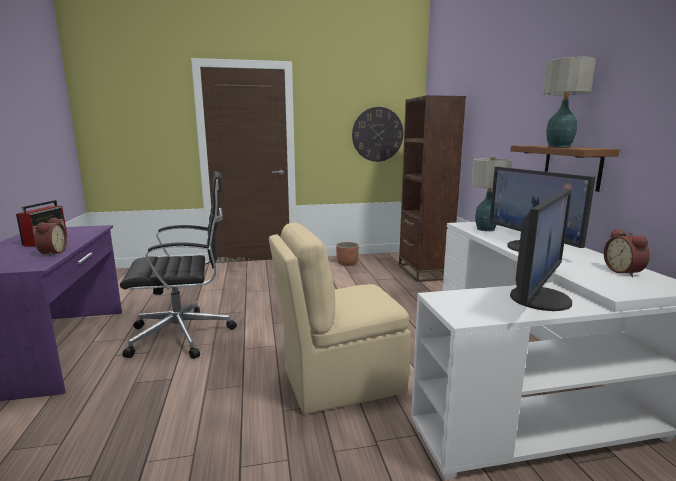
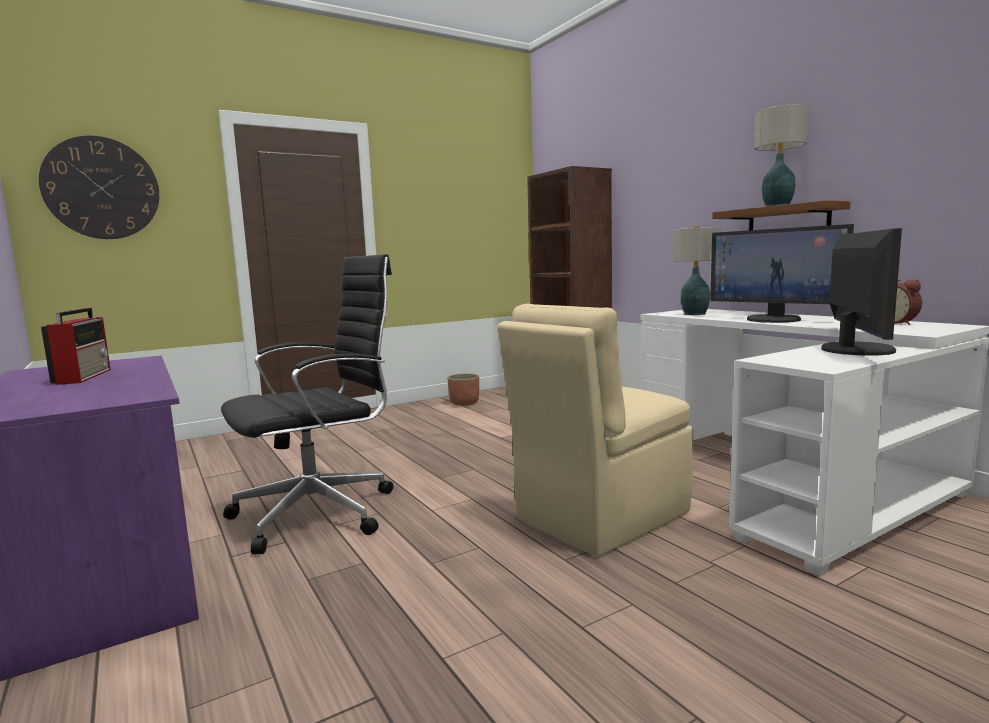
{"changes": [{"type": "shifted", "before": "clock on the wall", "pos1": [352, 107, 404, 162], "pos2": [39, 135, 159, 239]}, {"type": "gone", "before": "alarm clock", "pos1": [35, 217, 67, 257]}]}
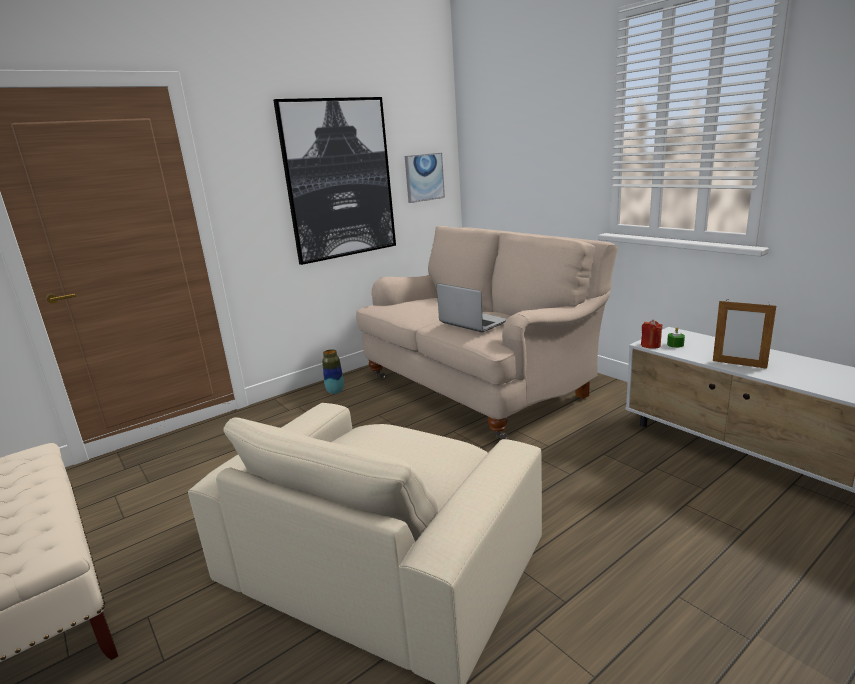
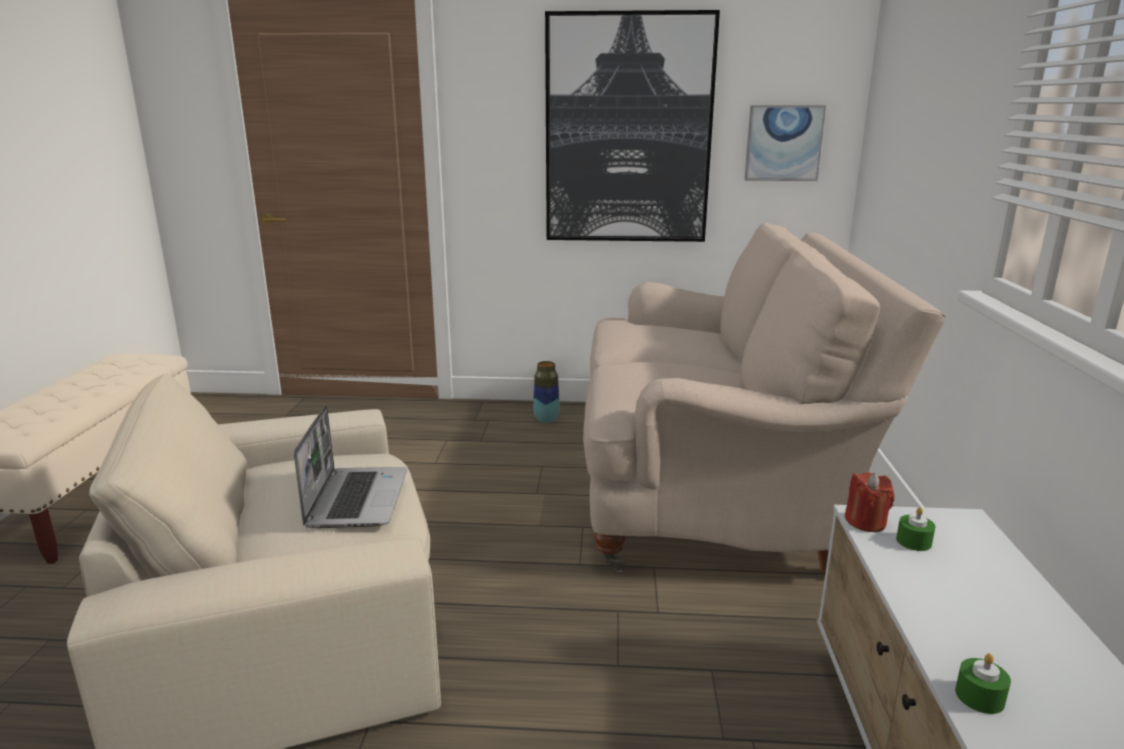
{"changes": [{"type": "shifted", "before": "laptop", "pos1": [437, 283, 507, 332], "pos2": [294, 404, 407, 528]}, {"type": "gone", "before": "picture frame", "pos1": [713, 299, 776, 369]}, {"type": "new", "after": "wax light in green-coloured", "pos2": [955, 653, 1011, 714]}]}
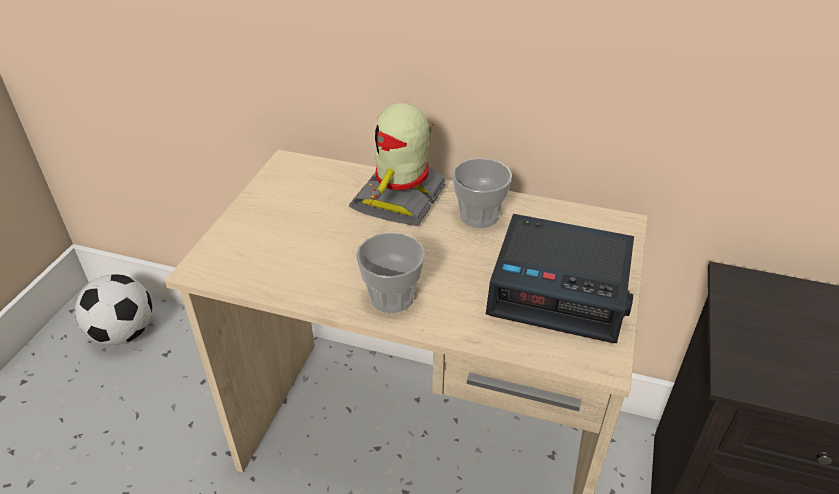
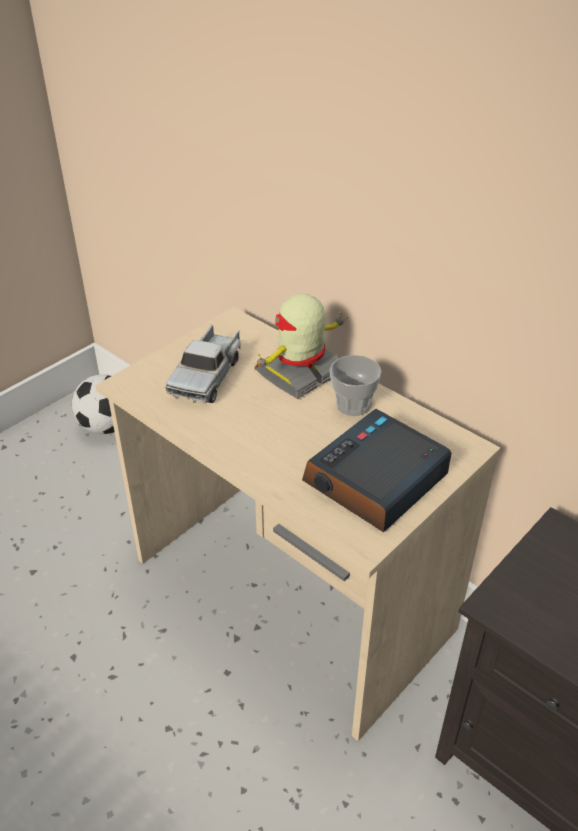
{"changes": [{"type": "rotated", "before": "alarm clock", "pos1": [486, 214, 634, 343], "pos2": [302, 409, 452, 532], "turn": 90}, {"type": "gone", "before": "cup", "pos1": [356, 232, 425, 313]}, {"type": "new", "after": "toy lorry", "pos2": [165, 325, 240, 403]}]}
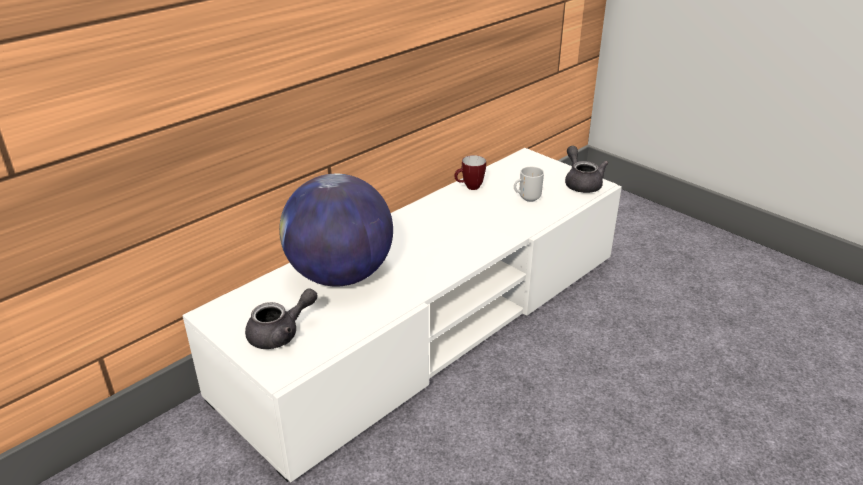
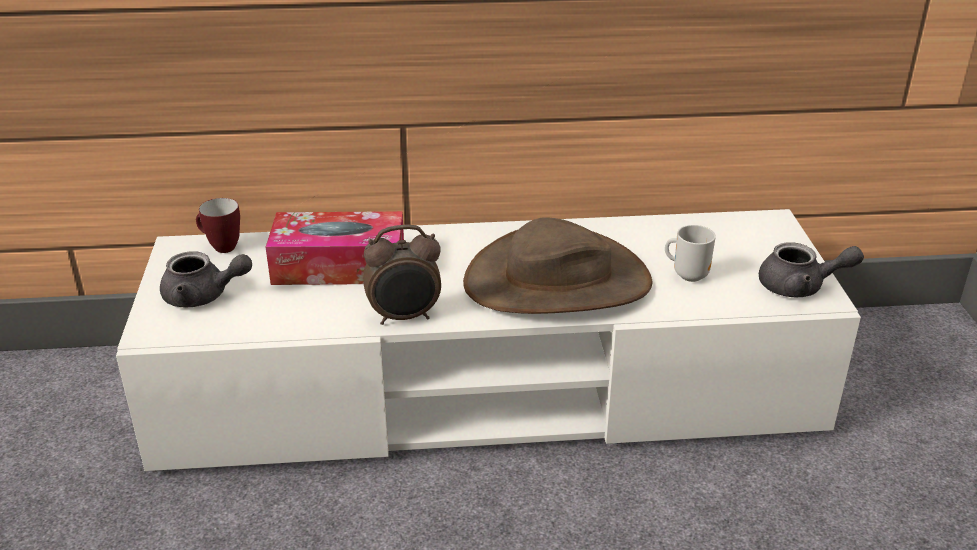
{"changes": [{"type": "rotated", "before": "pot for tea in gray", "pos1": [565, 146, 608, 193], "pos2": [759, 242, 864, 297], "turn": 75}, {"type": "shifted", "before": "mug", "pos1": [454, 155, 486, 190], "pos2": [196, 198, 240, 253]}, {"type": "swapped", "before": "globe", "after": "tissue holder", "pos1": [279, 174, 393, 287], "pos2": [266, 211, 404, 285]}, {"type": "new", "after": "wearable hat in brown", "pos2": [463, 217, 652, 314]}, {"type": "new", "after": "alarm clock", "pos2": [363, 224, 441, 325]}]}
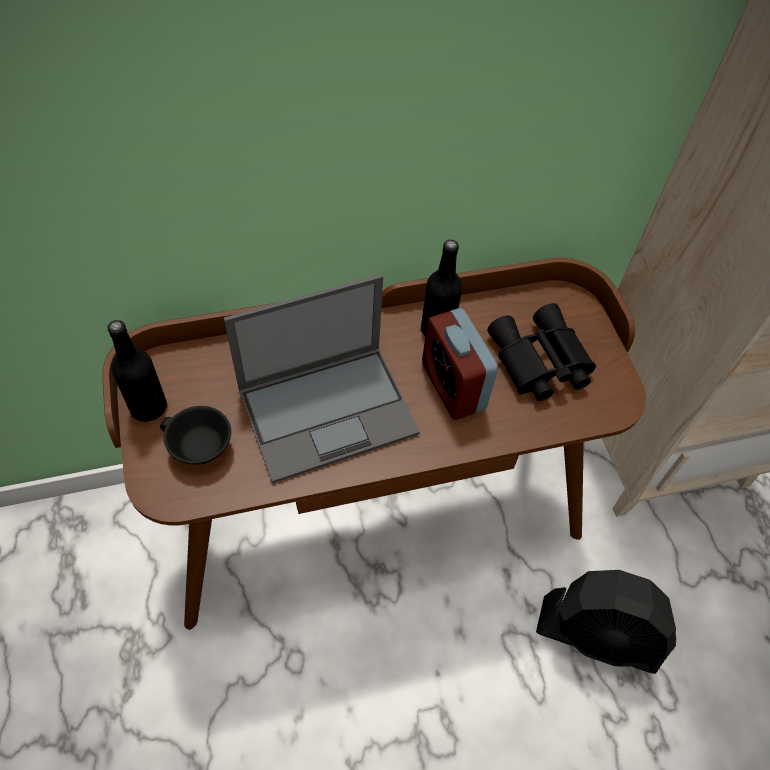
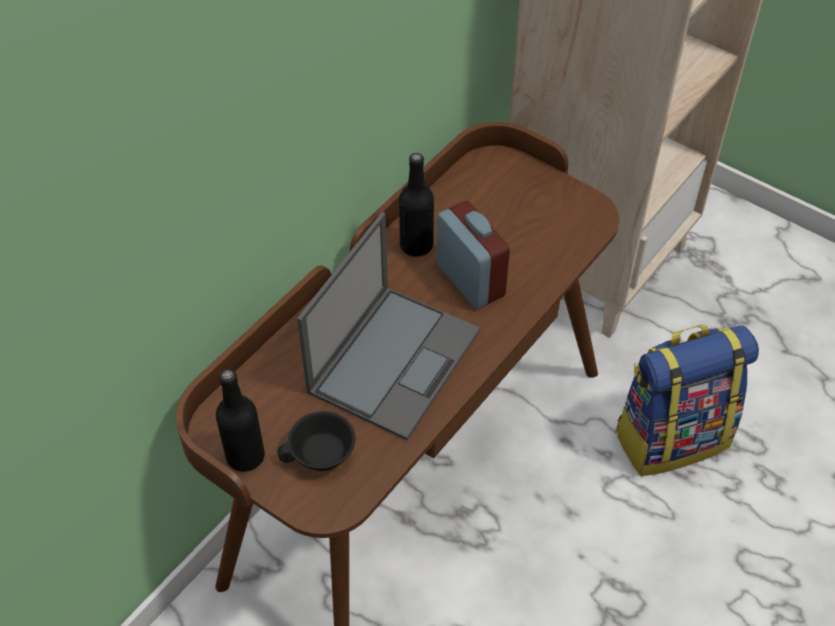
{"changes": [{"type": "gone", "before": "binoculars in black", "pos1": [488, 303, 596, 401]}, {"type": "rotated", "before": "alarm clock", "pos1": [422, 308, 498, 420], "pos2": [436, 201, 510, 309], "turn": -150}, {"type": "swapped", "before": "electric fan in black", "after": "backpack", "pos1": [536, 570, 676, 674], "pos2": [615, 325, 759, 476]}]}
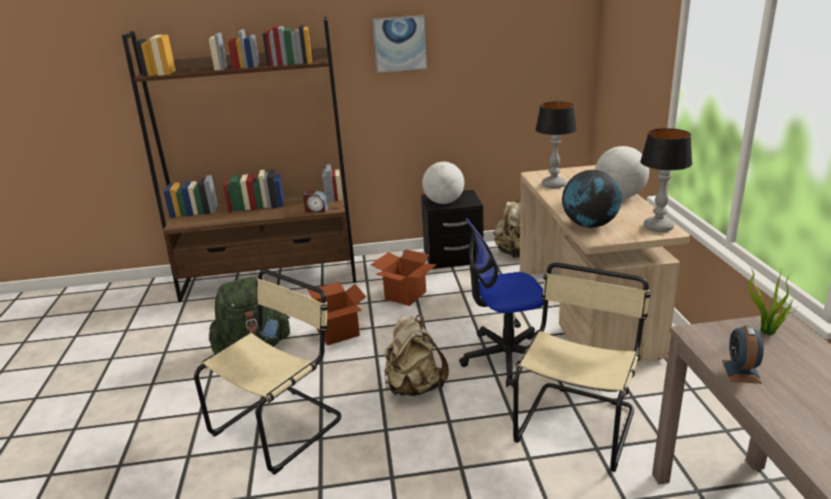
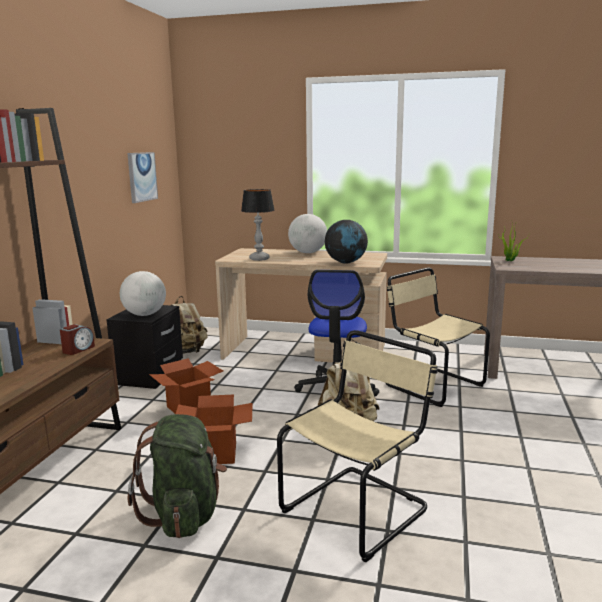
{"changes": [{"type": "shifted", "before": "wall art", "pos1": [372, 15, 427, 73], "pos2": [127, 152, 158, 203]}, {"type": "gone", "before": "tabletop lamp", "pos1": [640, 128, 692, 232]}, {"type": "rotated", "before": "chair in beige", "pos1": [194, 269, 341, 475], "pos2": [277, 330, 438, 562], "turn": 75}, {"type": "gone", "before": "alarm clock", "pos1": [722, 325, 764, 384]}]}
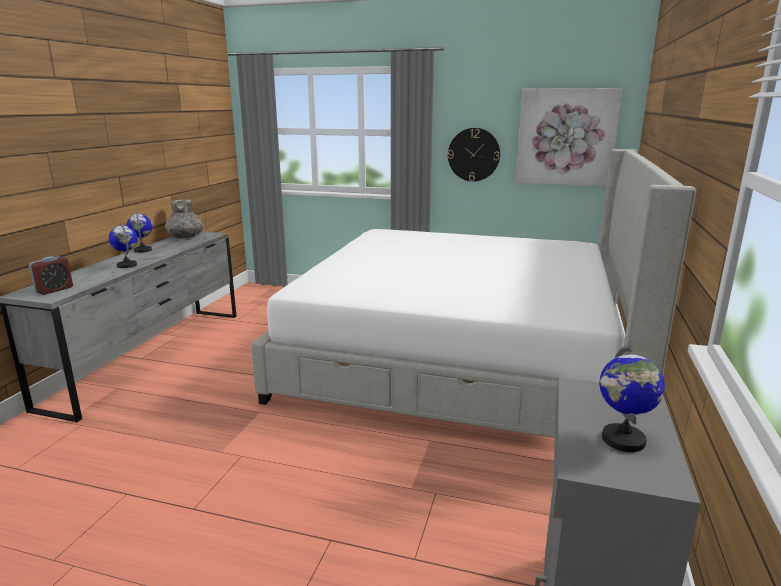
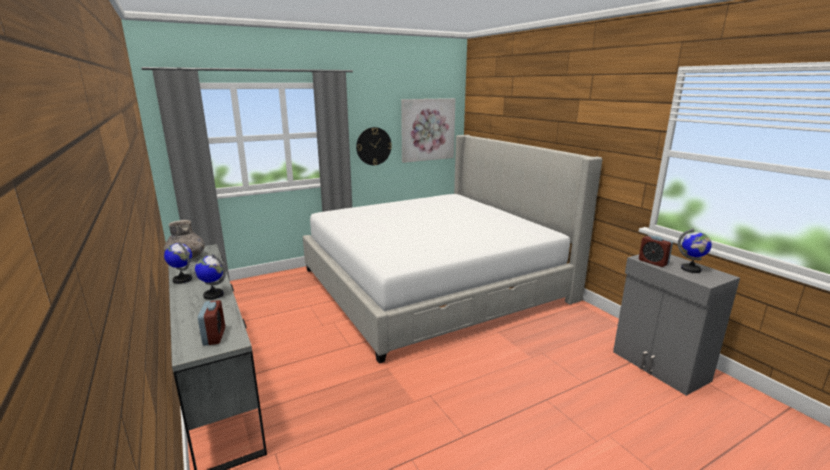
{"changes": [{"type": "new", "after": "alarm clock", "pos2": [639, 235, 673, 267]}]}
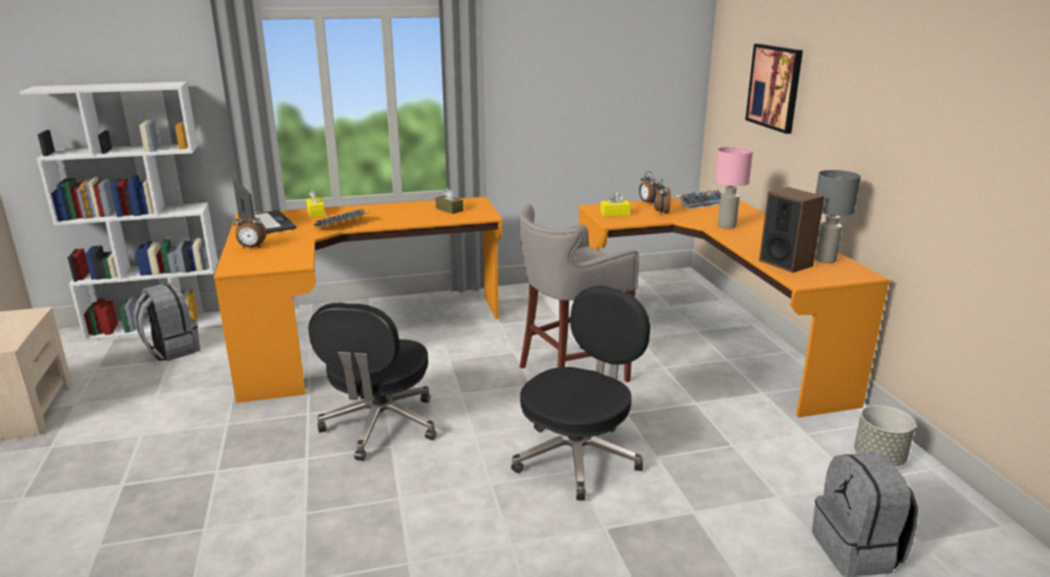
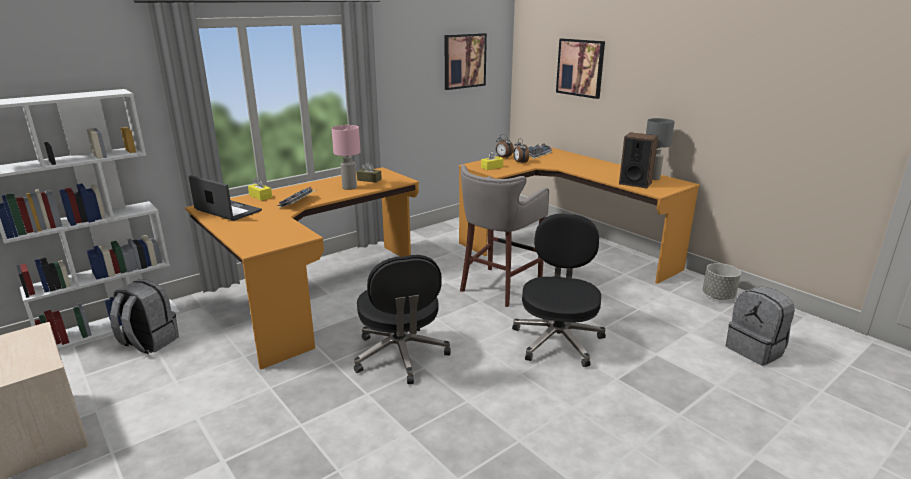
{"changes": [{"type": "shifted", "before": "tabletop lamp in pinkish", "pos1": [714, 146, 753, 229], "pos2": [331, 125, 361, 190]}, {"type": "gone", "before": "alarm clock", "pos1": [234, 211, 266, 248]}, {"type": "new", "after": "wall art", "pos2": [444, 33, 487, 90]}]}
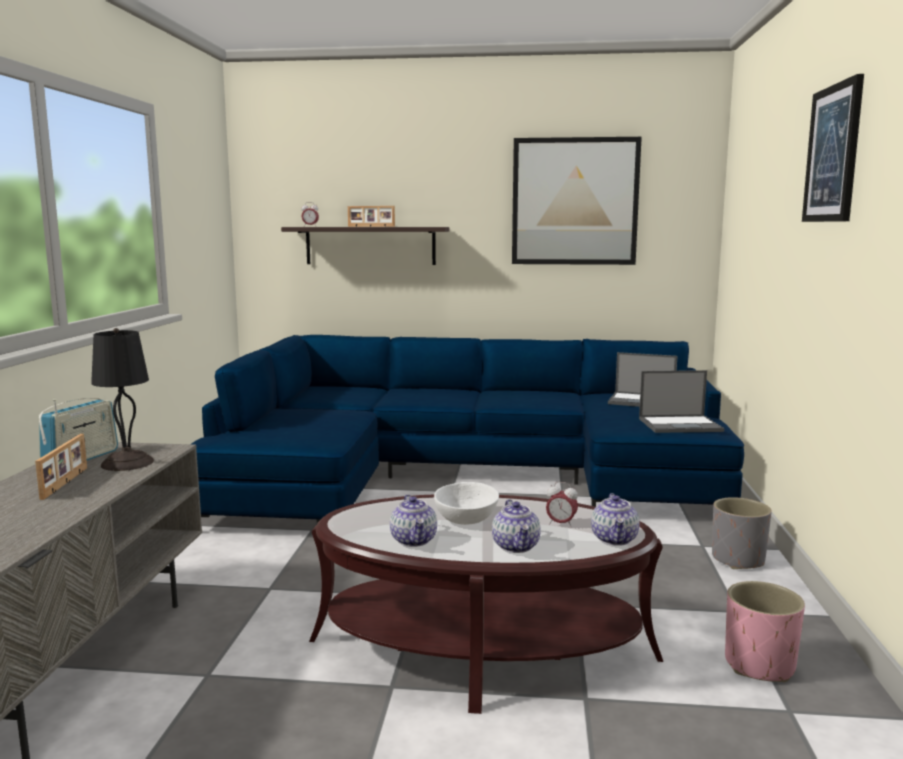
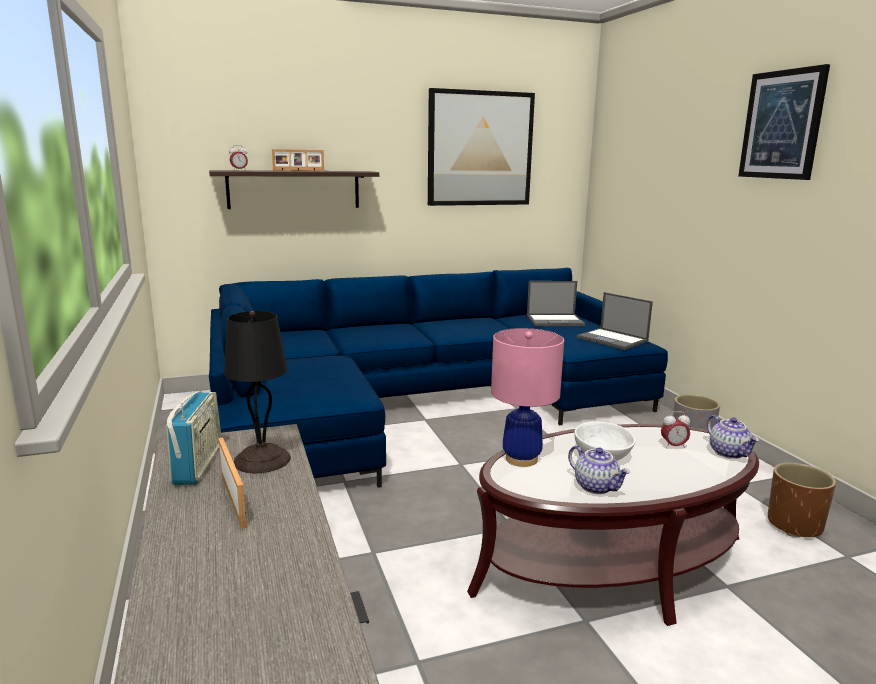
{"changes": [{"type": "rotated", "before": "laptop", "pos1": [639, 370, 724, 433], "pos2": [577, 292, 653, 350], "turn": 75}, {"type": "gone", "before": "pot for tea", "pos1": [492, 499, 541, 553]}, {"type": "repainted", "before": "planter in pinkish", "after": "planter in brown", "pos1": [725, 581, 805, 682], "pos2": [768, 463, 836, 537]}, {"type": "new", "after": "tabletop lamp in pinkish", "pos2": [491, 328, 564, 467]}]}
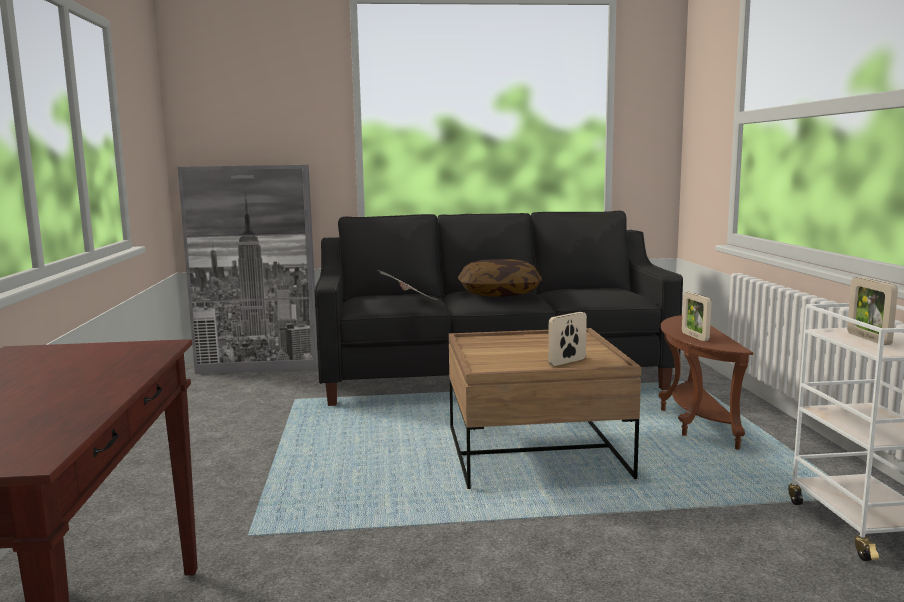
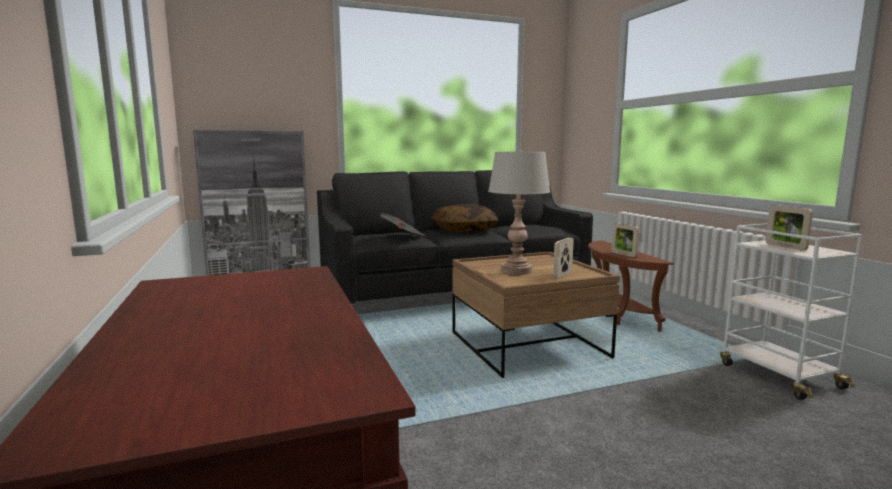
{"changes": [{"type": "new", "after": "tabletop lamp in gray", "pos2": [488, 150, 550, 275]}]}
